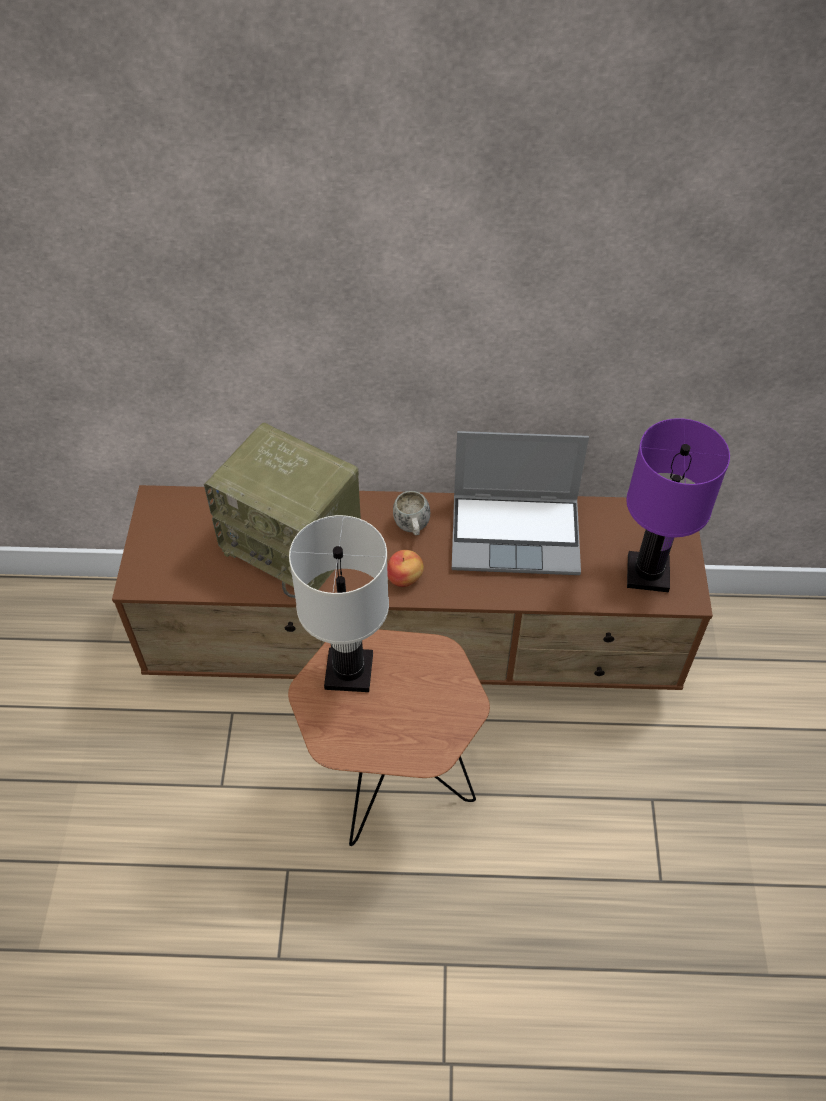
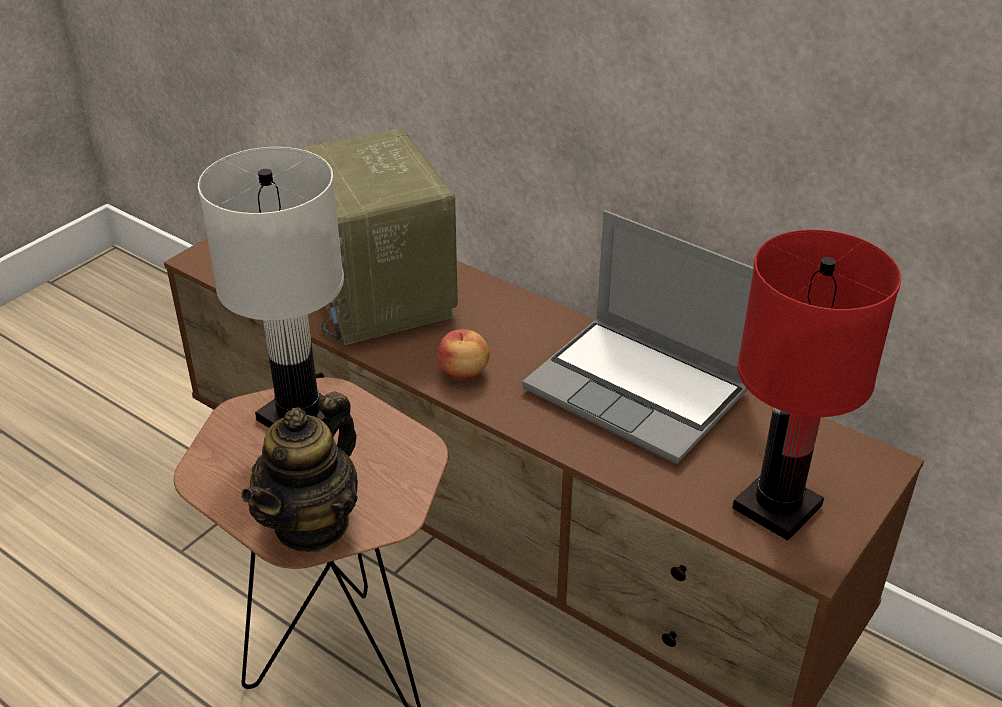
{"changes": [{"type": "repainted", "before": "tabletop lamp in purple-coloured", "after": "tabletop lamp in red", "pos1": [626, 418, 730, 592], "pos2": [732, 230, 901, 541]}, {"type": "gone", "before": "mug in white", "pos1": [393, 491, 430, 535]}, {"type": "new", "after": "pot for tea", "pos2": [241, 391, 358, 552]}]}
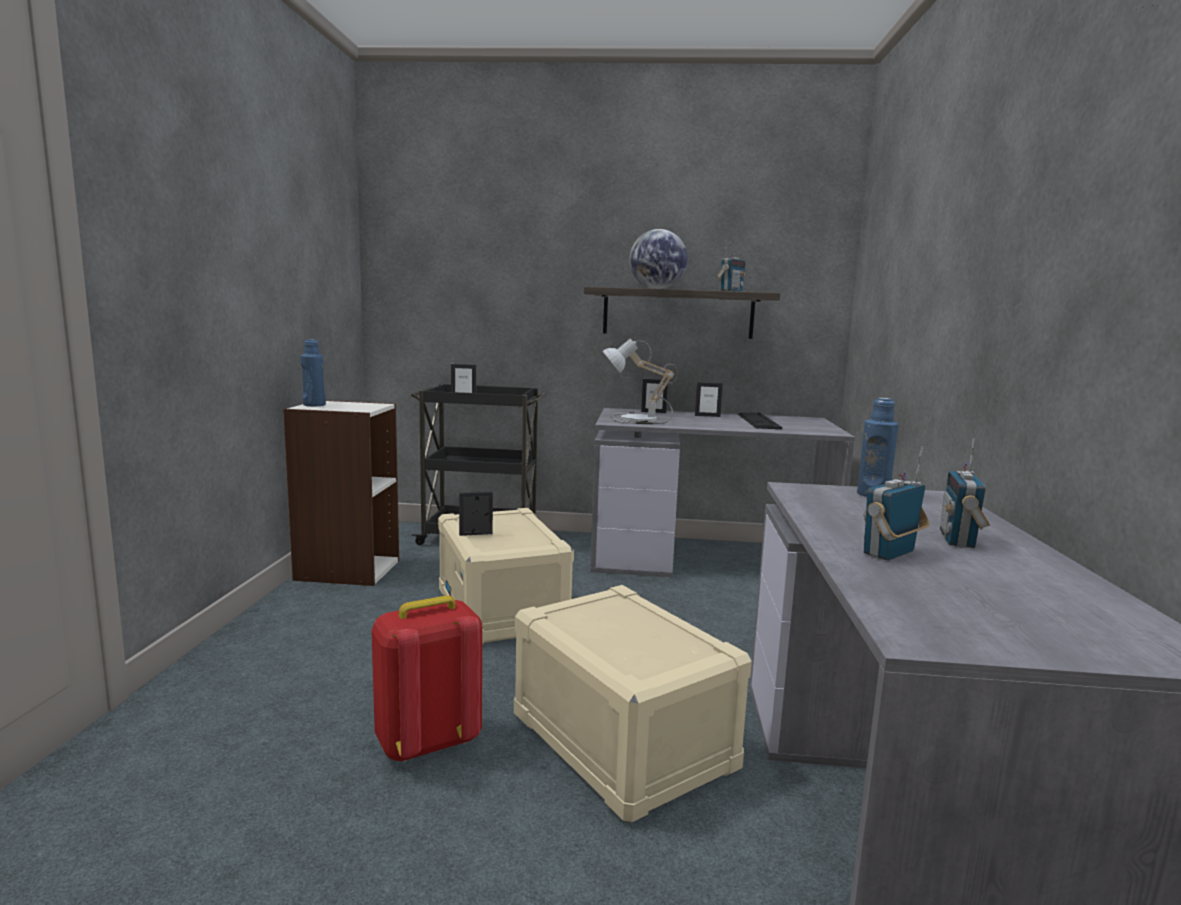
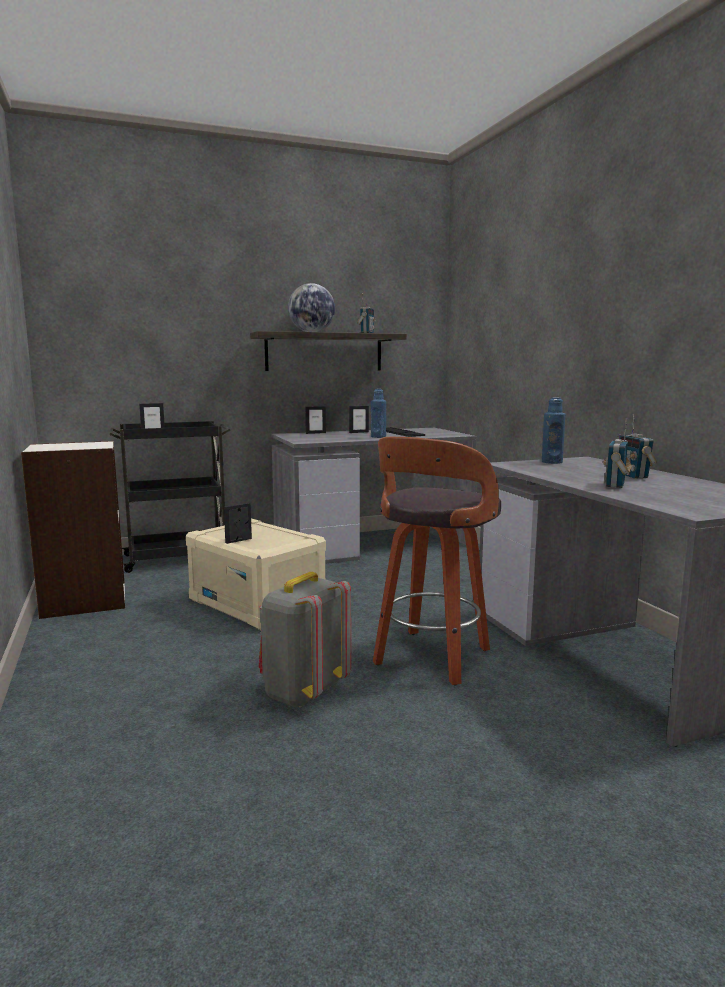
{"changes": [{"type": "shifted", "before": "drink bottle in blue-coloured", "pos1": [301, 339, 326, 407], "pos2": [371, 389, 386, 438]}, {"type": "gone", "before": "tabletop lamp", "pos1": [603, 339, 677, 424]}, {"type": "swapped", "before": "storage bin in beige", "after": "stool", "pos1": [514, 585, 752, 824], "pos2": [373, 437, 501, 686]}, {"type": "repainted", "before": "backpack in red", "after": "backpack in gray", "pos1": [372, 595, 482, 762], "pos2": [259, 572, 351, 708]}]}
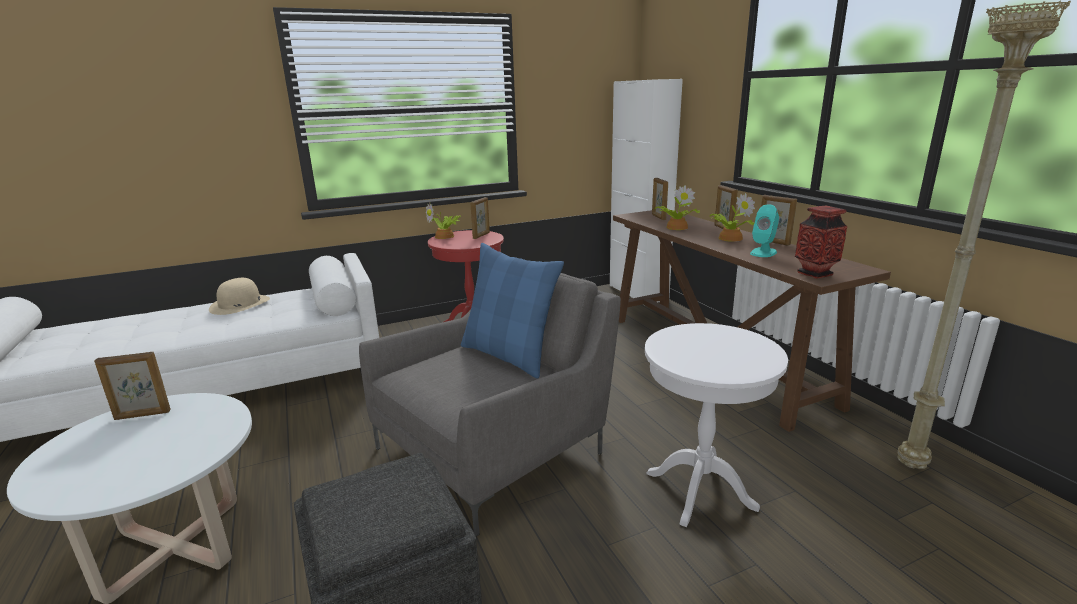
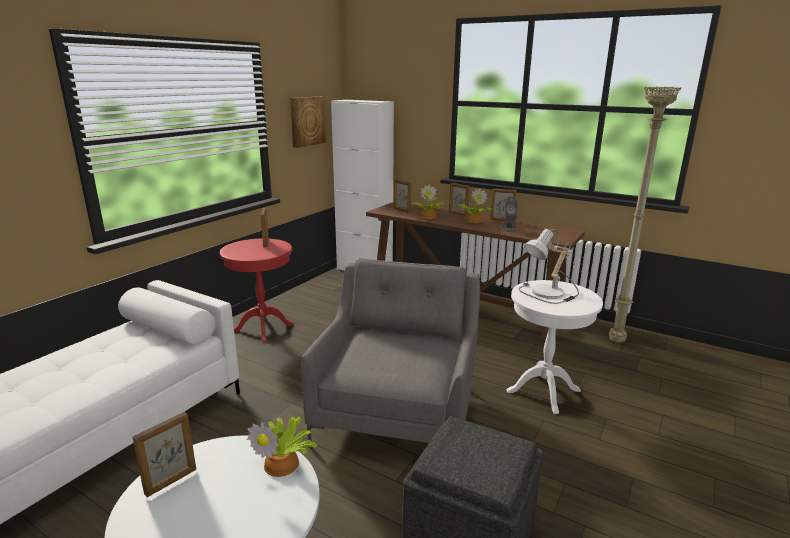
{"changes": [{"type": "shifted", "before": "potted plant", "pos1": [426, 204, 461, 239], "pos2": [246, 417, 318, 477]}, {"type": "repainted", "before": "loudspeaker in turquoise-coloured", "after": "loudspeaker in gray", "pos1": [750, 204, 779, 257], "pos2": [501, 196, 518, 232]}, {"type": "gone", "before": "decorative vase", "pos1": [795, 206, 847, 279]}, {"type": "gone", "before": "pillow in blue-coloured", "pos1": [461, 243, 564, 379]}, {"type": "gone", "before": "wearable hat in beige", "pos1": [209, 278, 270, 315]}, {"type": "new", "after": "wall art", "pos2": [290, 96, 326, 148]}, {"type": "new", "after": "tabletop lamp", "pos2": [518, 229, 579, 304]}]}
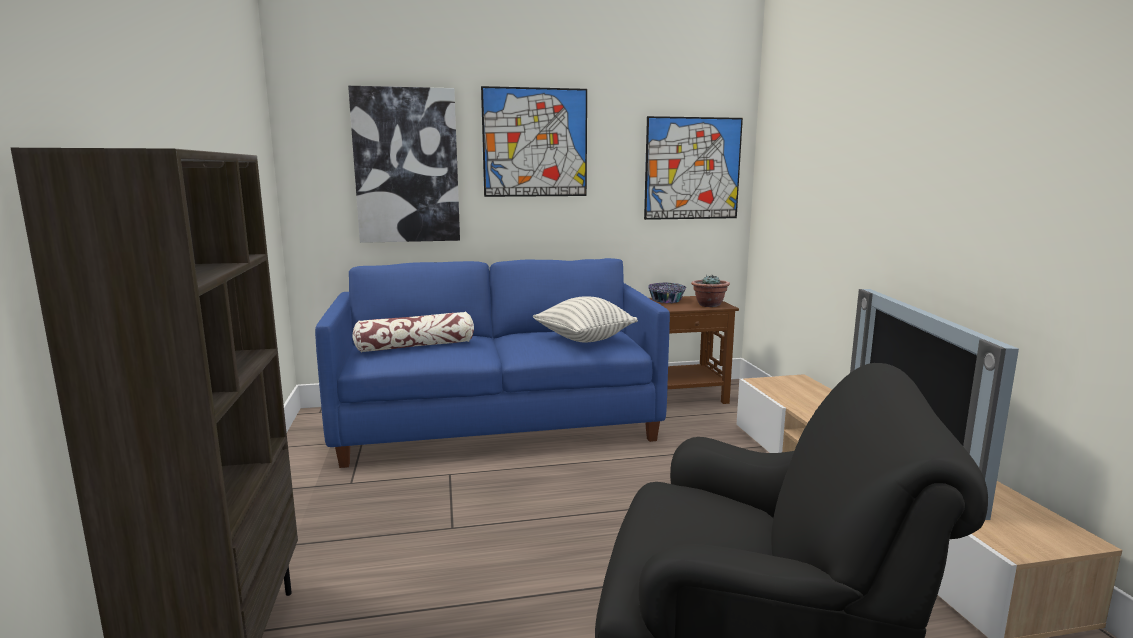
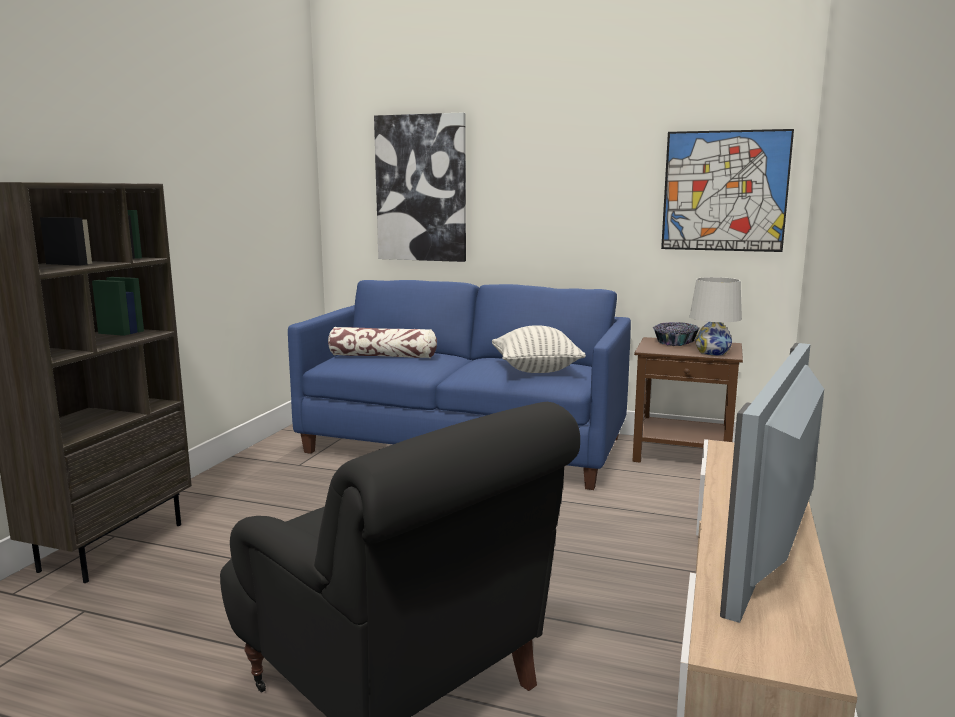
{"changes": [{"type": "gone", "before": "wall art", "pos1": [481, 86, 587, 197]}, {"type": "swapped", "before": "potted plant", "after": "tabletop lamp in white", "pos1": [691, 274, 730, 307], "pos2": [690, 277, 742, 355]}]}
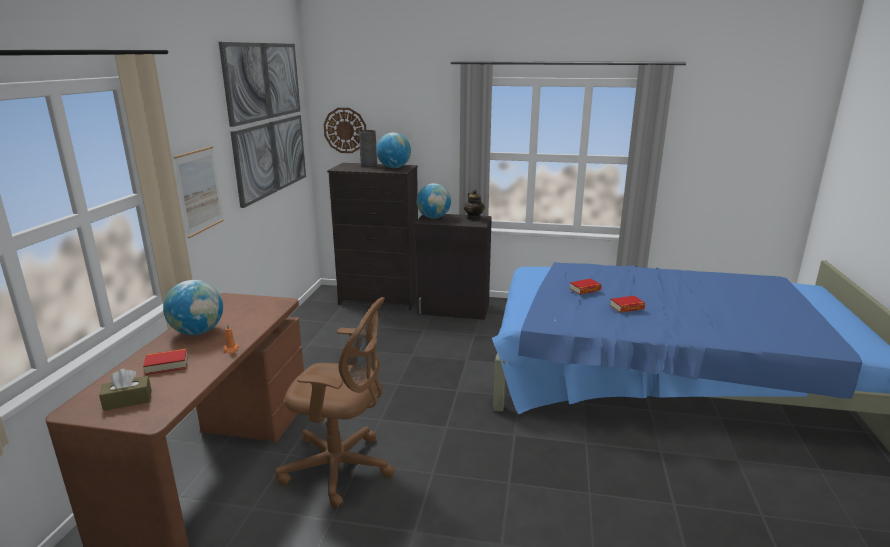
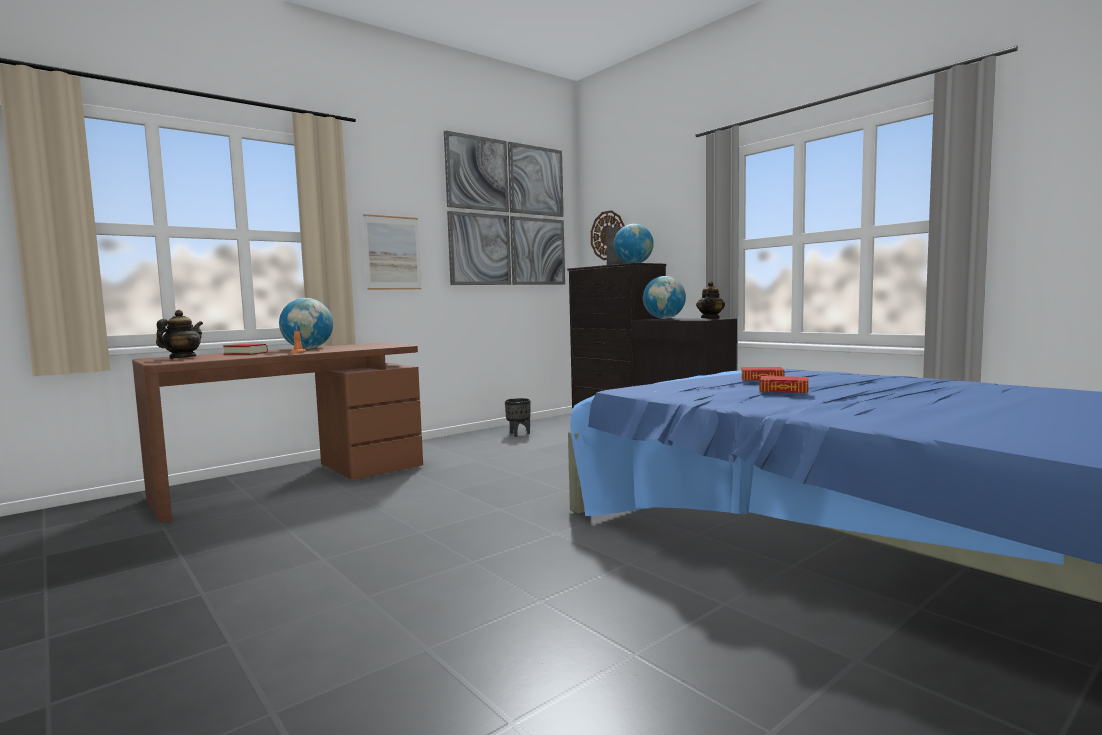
{"changes": [{"type": "gone", "before": "computer chair in brown", "pos1": [275, 297, 395, 509]}, {"type": "swapped", "before": "tissue holder in brown", "after": "pot for tea", "pos1": [99, 369, 152, 411], "pos2": [156, 310, 203, 359]}, {"type": "new", "after": "planter in black", "pos2": [505, 398, 531, 437]}]}
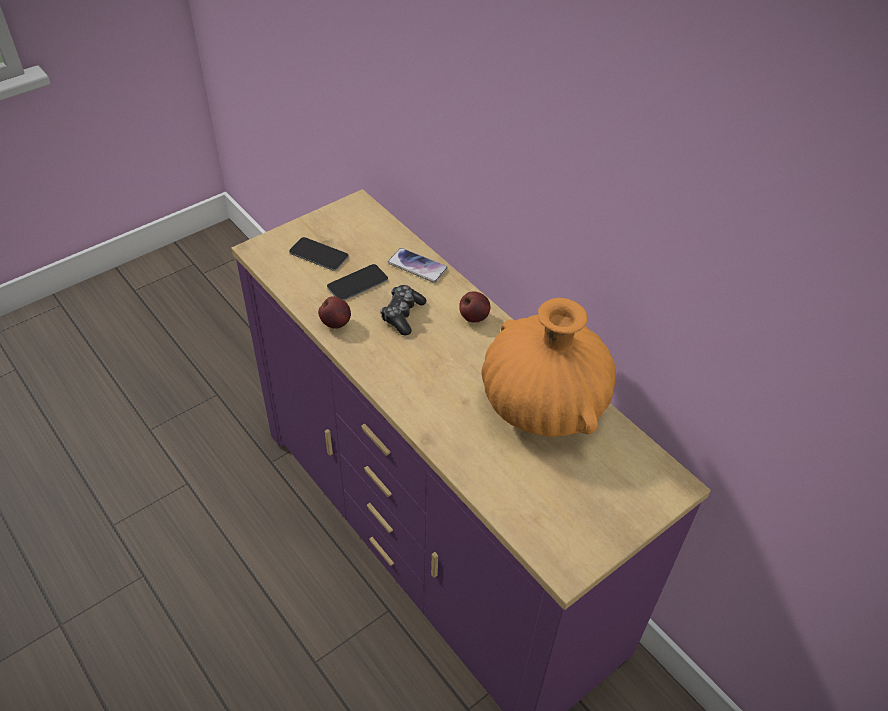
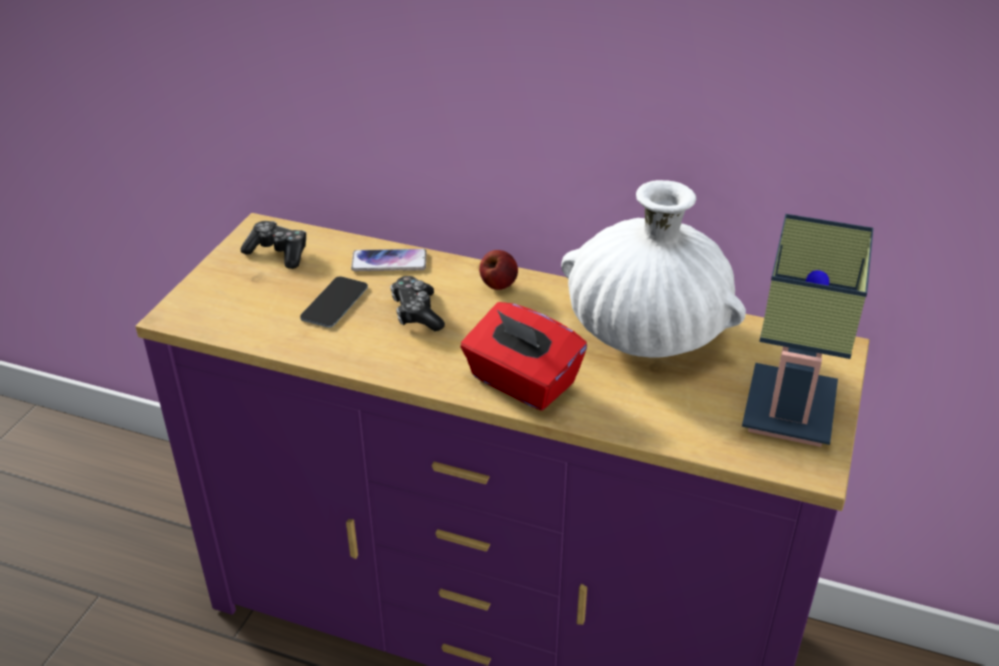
{"changes": [{"type": "gone", "before": "phone", "pos1": [289, 237, 349, 271]}, {"type": "gone", "before": "whole apple", "pos1": [318, 296, 351, 329]}, {"type": "repainted", "before": "decorative vase in orange", "after": "decorative vase in white", "pos1": [481, 298, 616, 437], "pos2": [561, 180, 746, 358]}, {"type": "new", "after": "tabletop lamp", "pos2": [742, 214, 873, 447]}, {"type": "new", "after": "gamepad", "pos2": [240, 221, 306, 269]}, {"type": "new", "after": "tissue holder in red", "pos2": [461, 302, 587, 410]}]}
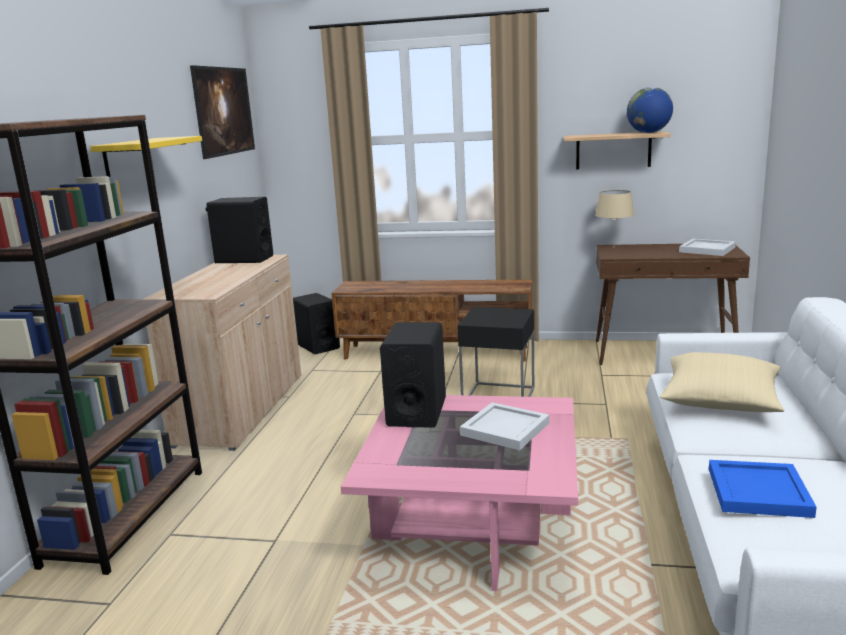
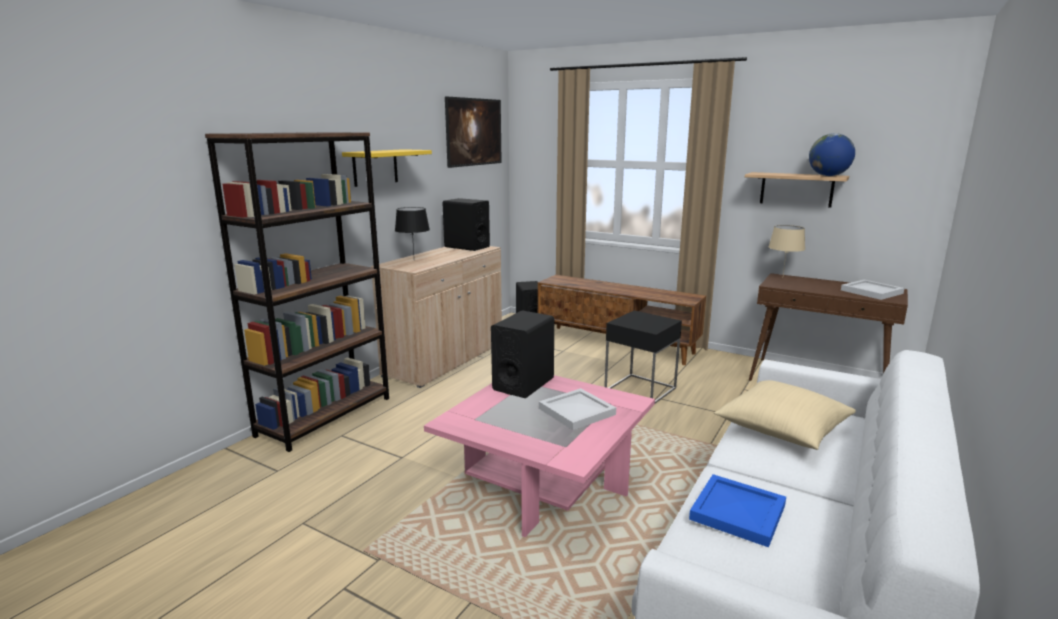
{"changes": [{"type": "new", "after": "tabletop lamp in black", "pos2": [395, 207, 430, 253]}]}
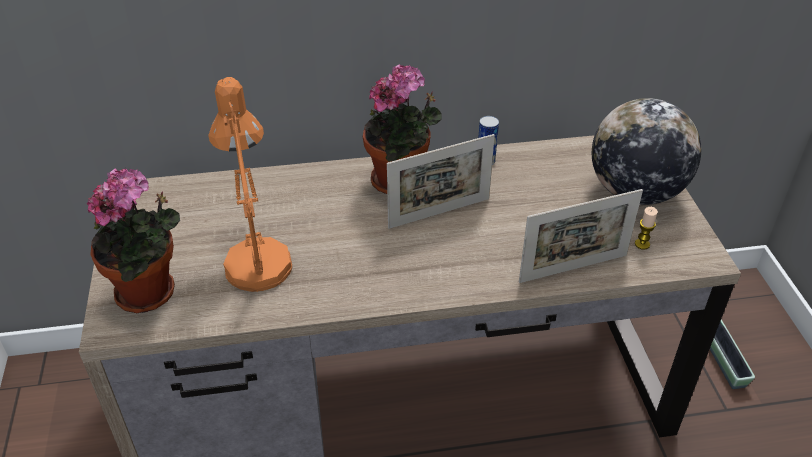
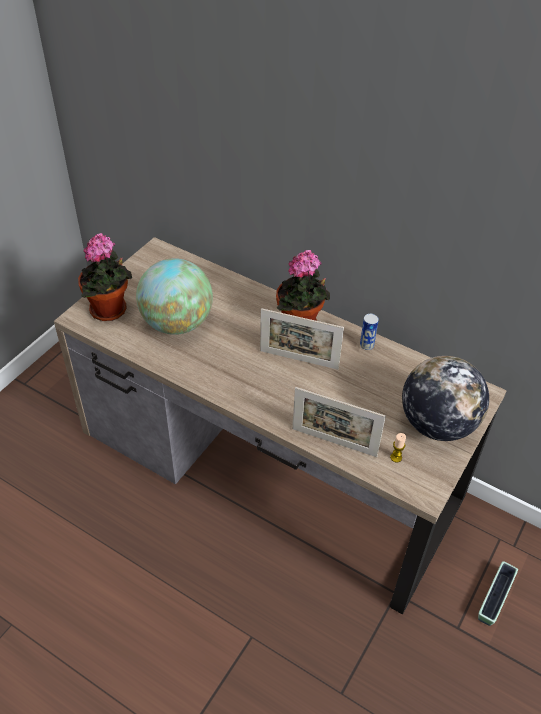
{"changes": [{"type": "swapped", "before": "tabletop lamp in orange", "after": "globe", "pos1": [208, 77, 292, 292], "pos2": [136, 258, 213, 335]}]}
